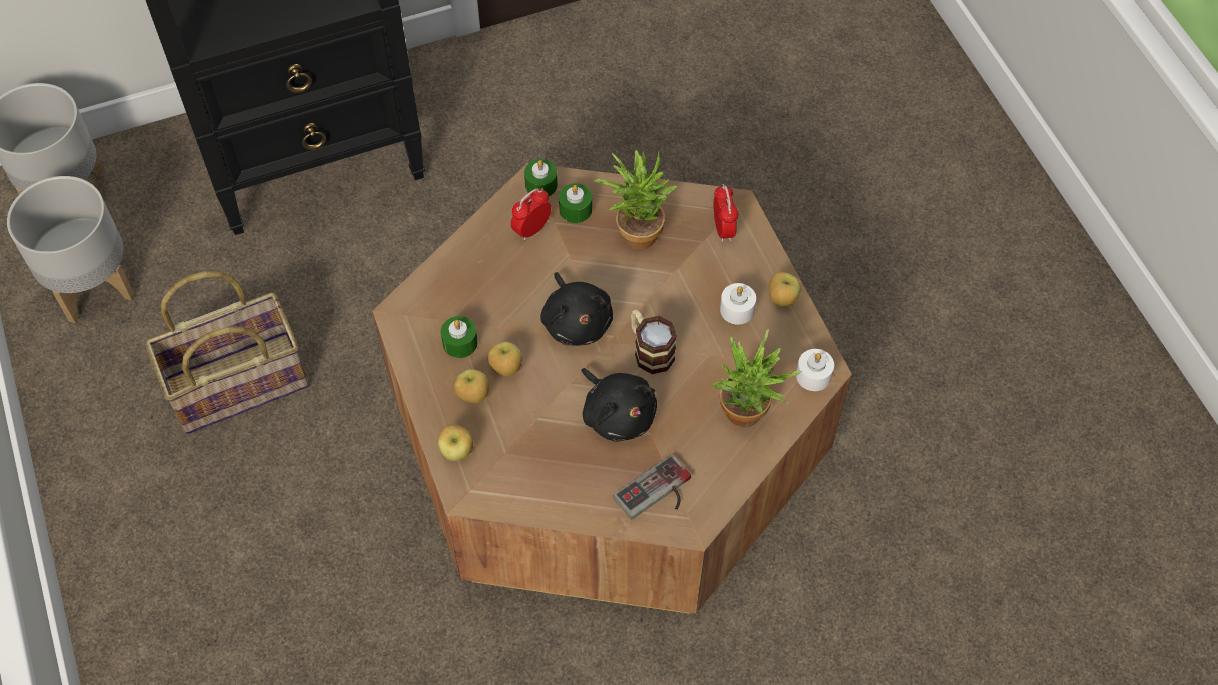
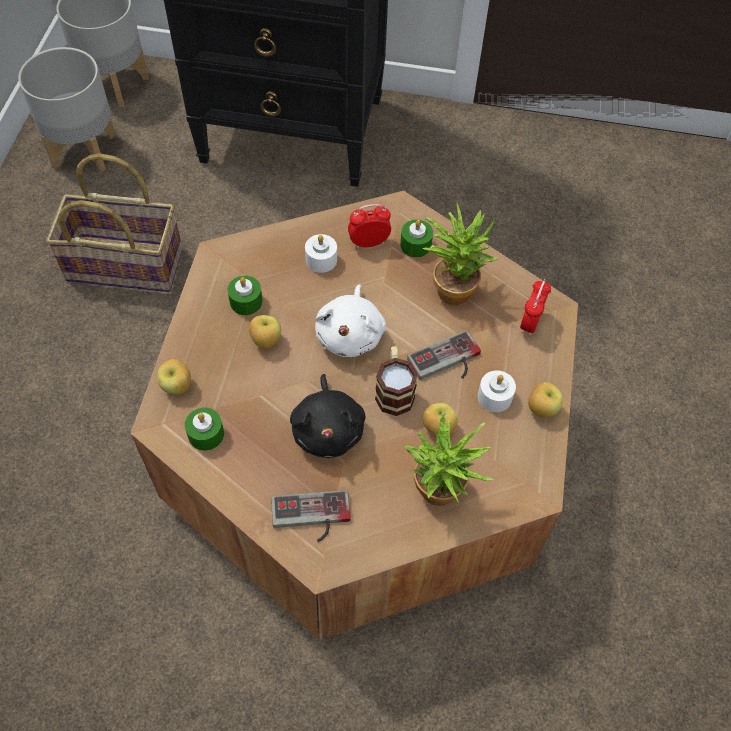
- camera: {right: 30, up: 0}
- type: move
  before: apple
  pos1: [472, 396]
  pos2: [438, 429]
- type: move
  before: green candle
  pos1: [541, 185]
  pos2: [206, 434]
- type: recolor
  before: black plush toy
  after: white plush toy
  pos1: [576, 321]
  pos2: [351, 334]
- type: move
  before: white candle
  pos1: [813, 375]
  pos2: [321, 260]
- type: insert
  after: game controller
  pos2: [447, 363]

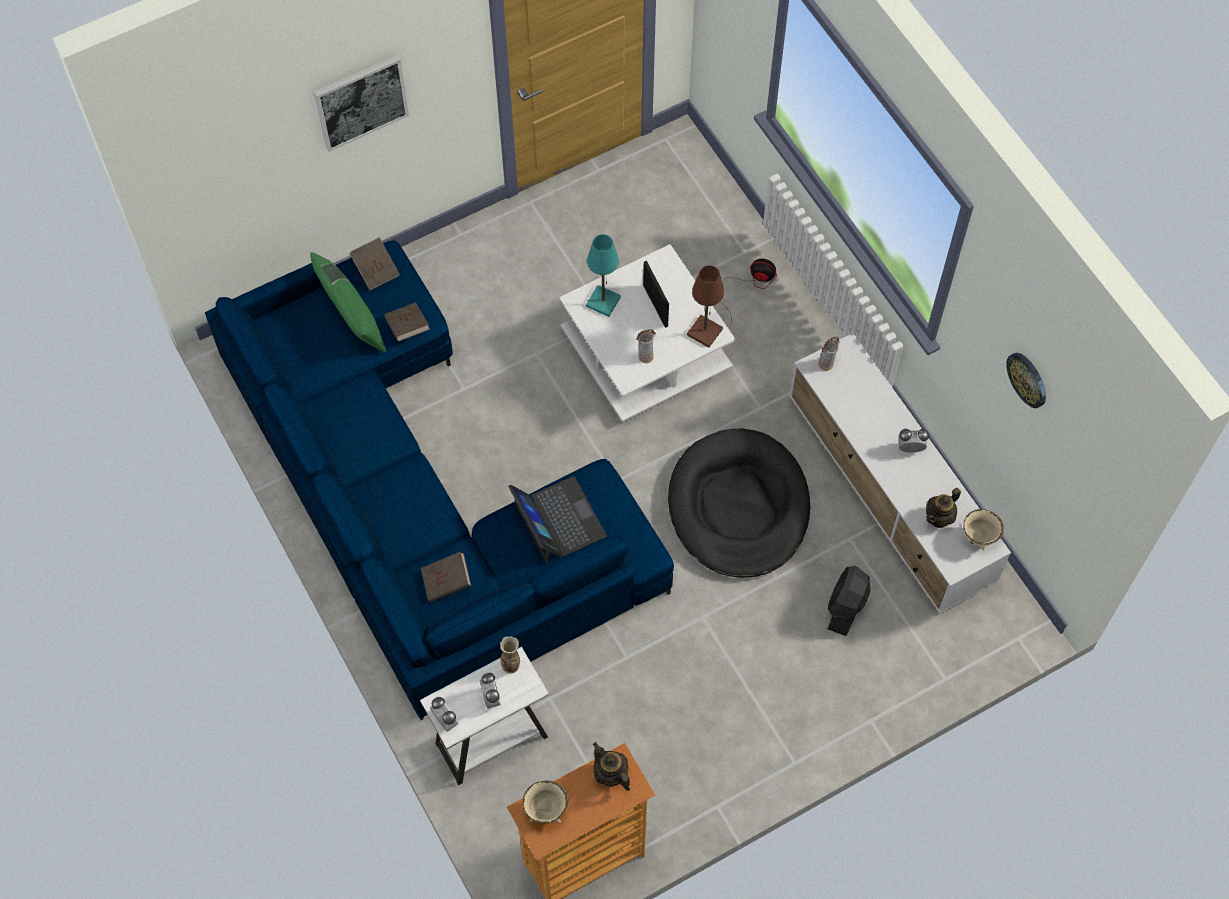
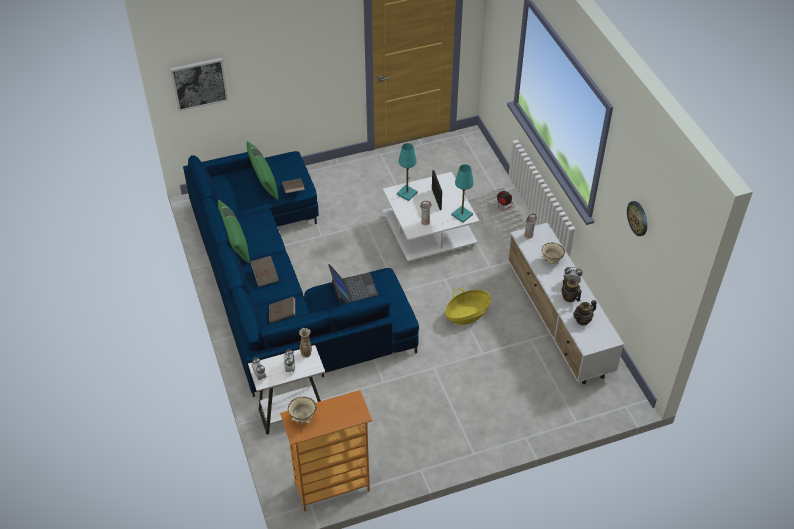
- camera: {right: 10, up: -15}
- type: move
  before: picture
  pos1: [361, 101]
  pos2: [199, 83]
- type: move
  before: brown book
  pos1: [376, 270]
  pos2: [265, 276]
- type: move
  before: teapot
  pos1: [611, 775]
  pos2: [569, 297]
- type: replace
  before: black dog bed
  after: basket
  pos1: [738, 507]
  pos2: [467, 314]
- type: recolor
  before: brown table lamp
  after: turquoise table lamp
  pos1: [705, 332]
  pos2: [462, 215]
- type: delete
  before: black fan
  pos1: [846, 607]
- type: move
  before: beige bowl
  pos1: [979, 538]
  pos2: [551, 261]
- type: insert
  after: green pillow
  pos2: [235, 242]

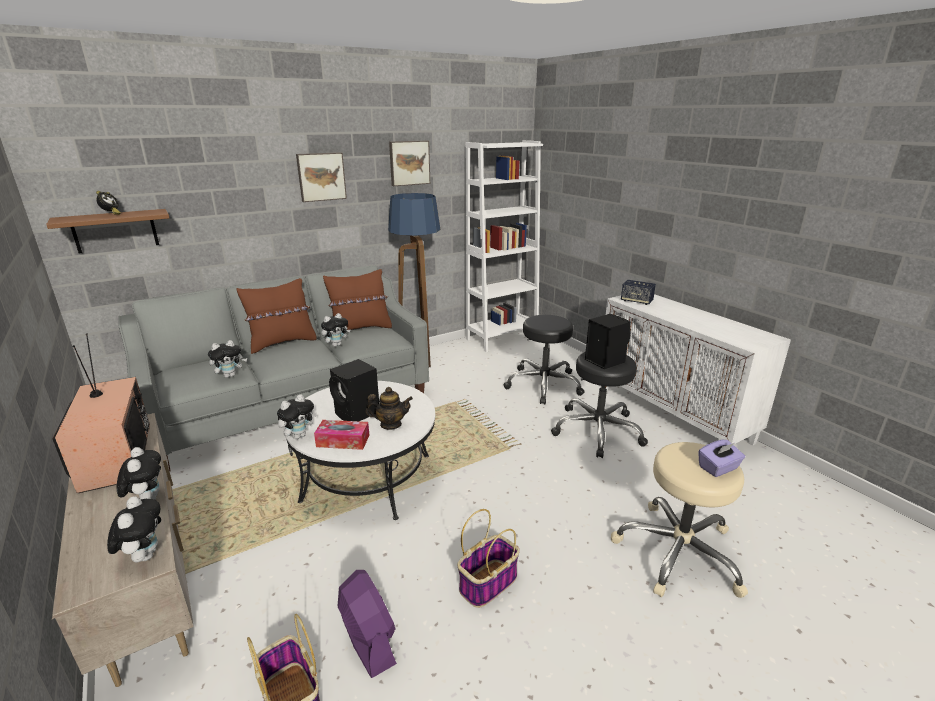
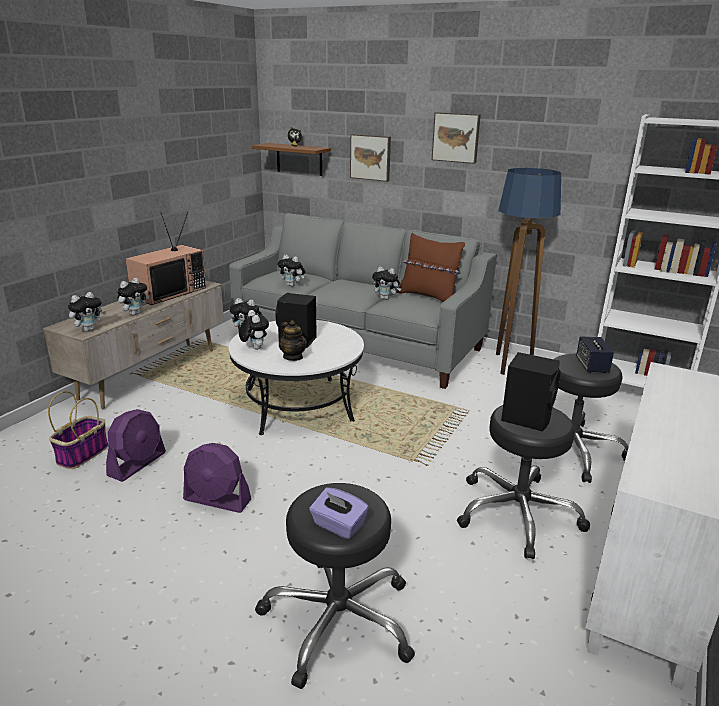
- camera: {right: 60, up: 0}
- type: delete
  before: brown pillow
  pos1: [282, 343]
- type: replace
  before: tissue box
  after: plush toy
  pos1: [343, 441]
  pos2: [254, 348]
- type: move
  before: picture
  pos1: [409, 163]
  pos2: [371, 157]
- type: replace
  before: basket
  after: purple fan
  pos1: [488, 582]
  pos2: [217, 500]
- type: recolor
  before: beige stool
  after: black stool
  pos1: [678, 552]
  pos2: [338, 619]
- type: move
  before: speaker
  pos1: [636, 301]
  pos2: [592, 366]

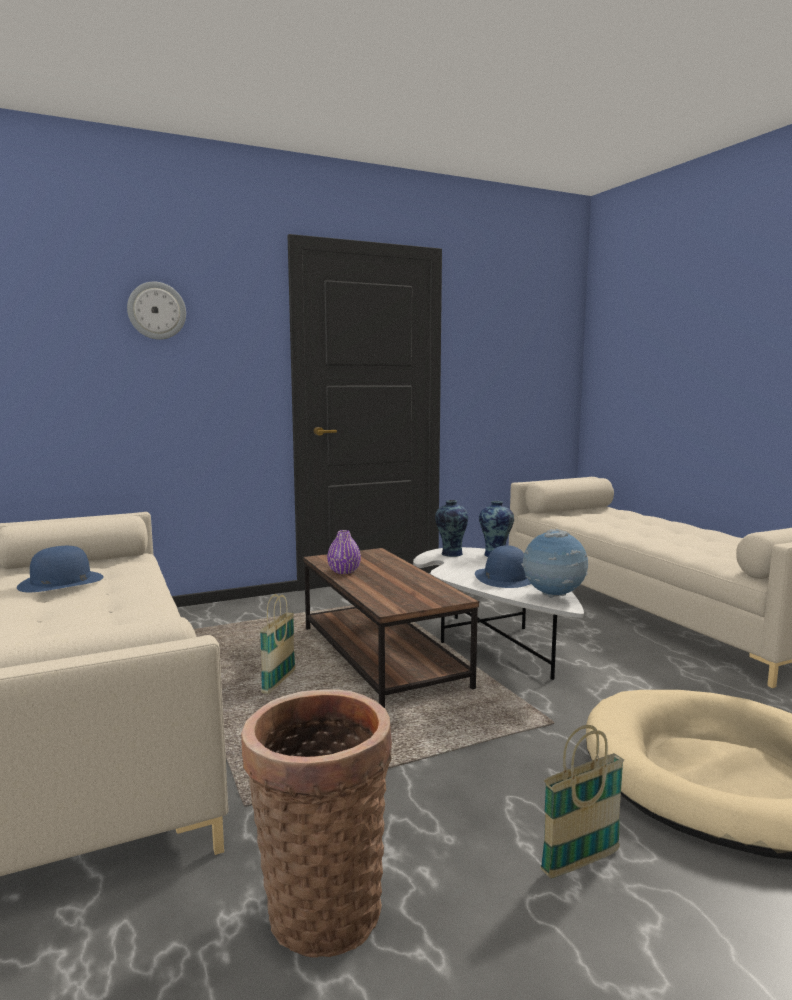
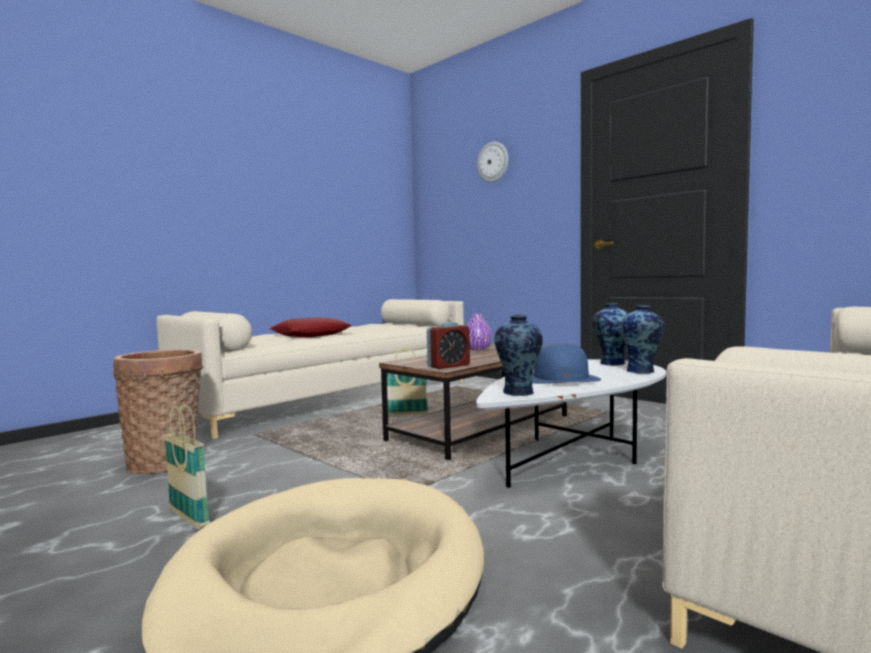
- camera: {right: 70, up: -5}
- type: delete
  before: blue hat
  pos1: [60, 582]
- type: replace
  before: globe
  after: vase
  pos1: [553, 597]
  pos2: [518, 393]
- type: insert
  after: red pillow
  pos2: [311, 335]
- type: insert
  after: alarm clock
  pos2: [448, 366]

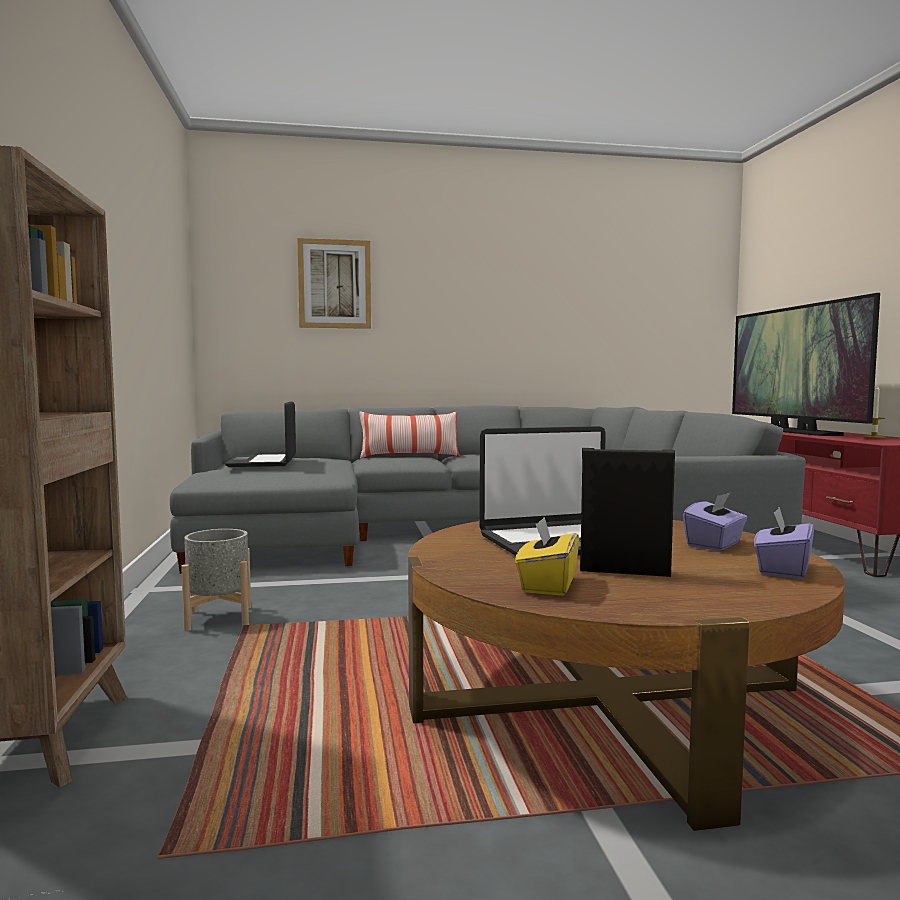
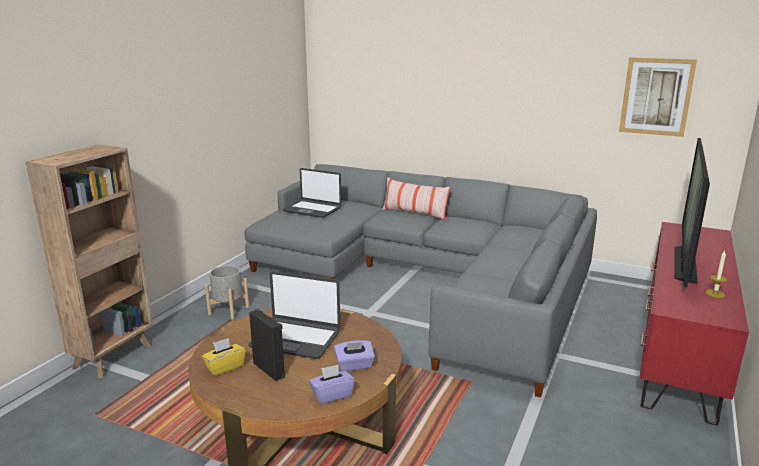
- camera: {right: 35, up: 15}
- type: rotate
  before: laptop
  pos1: [264, 462]
  pos2: [312, 209]
  turn: -90
- type: move
  before: picture
  pos1: [334, 284]
  pos2: [656, 96]

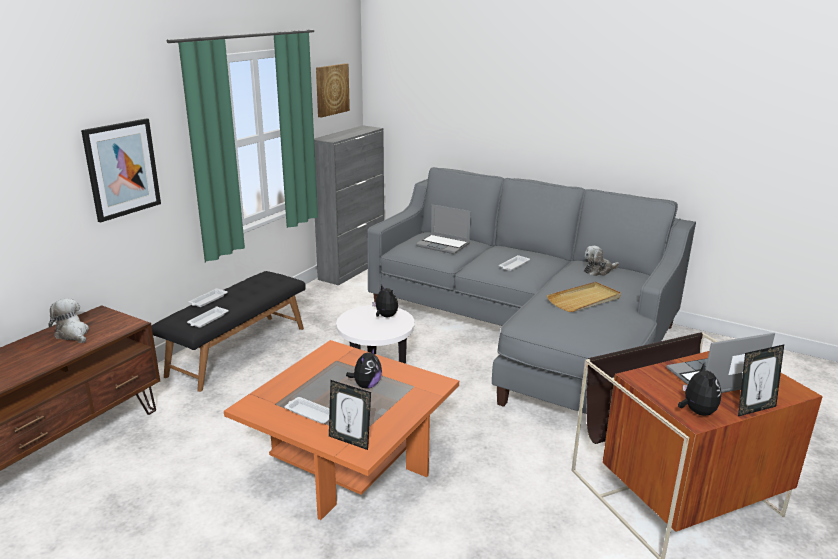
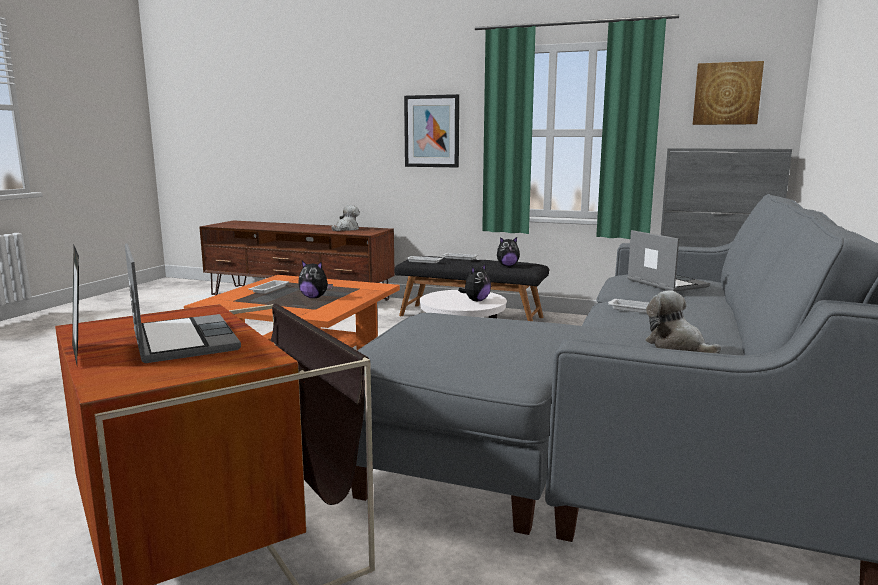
- camera: {right: 80, up: -10}
- type: delete
  before: picture frame
  pos1: [350, 441]
- type: rotate
  before: laptop
  pos1: [443, 245]
  pos2: [665, 283]
  turn: 135
- type: delete
  before: beige tray
  pos1: [584, 300]
- type: move
  before: plush toy
  pos1: [696, 412]
  pos2: [507, 265]

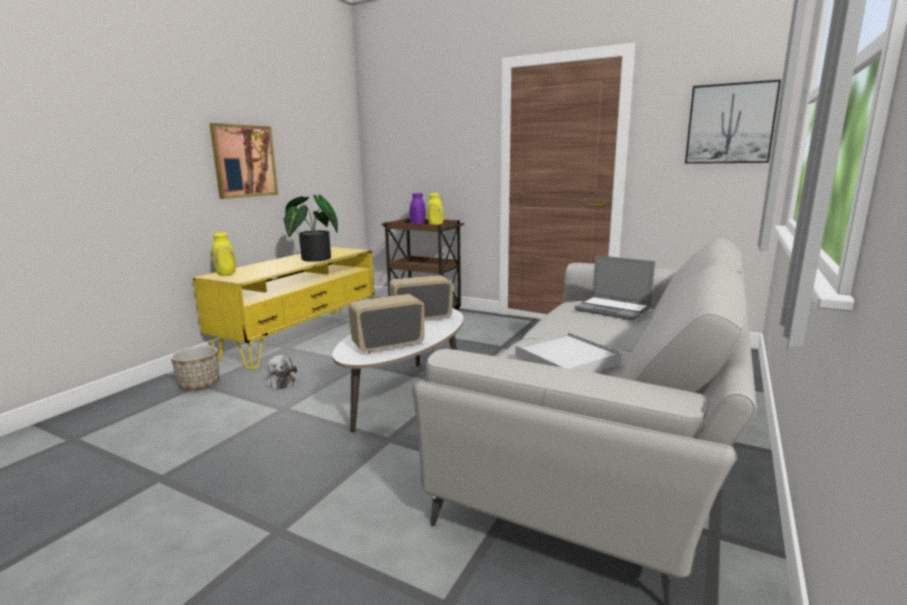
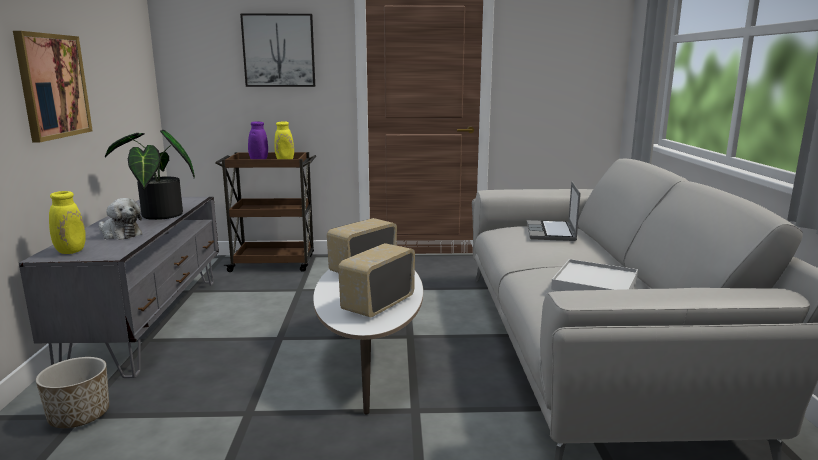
- camera: {right: -30, up: 0}
- type: recolor
  before: yellow tv stand
  after: grey tv stand
  pos1: [301, 336]
  pos2: [149, 321]
- type: move
  before: plush toy
  pos1: [280, 382]
  pos2: [120, 234]
- type: rotate
  before: laptop
  pos1: [614, 309]
  pos2: [551, 232]
  turn: 90
- type: move
  before: picture
  pos1: [730, 124]
  pos2: [279, 50]

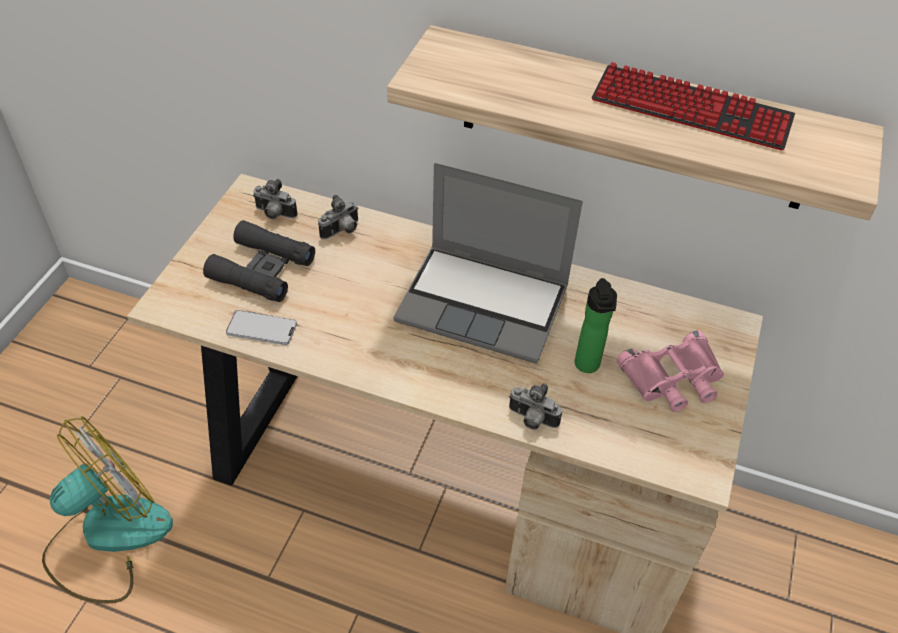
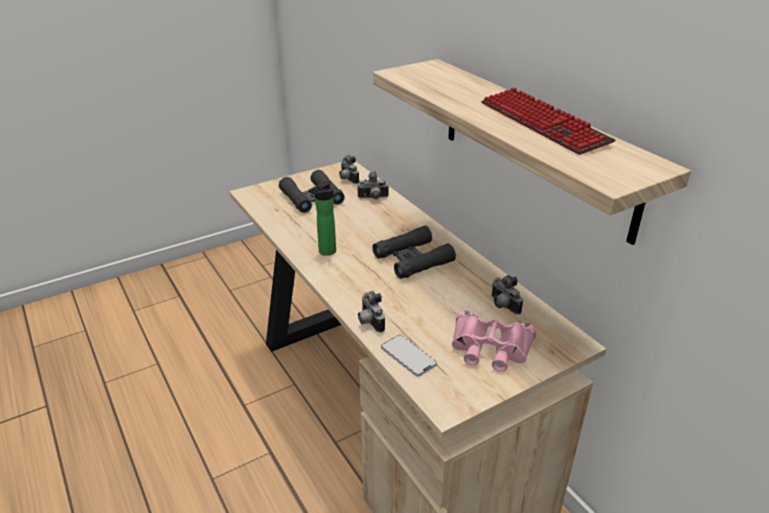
- camera: {right: 40, up: -15}
- type: delete
  before: fan
  pos1: [107, 537]
- type: move
  before: phone
  pos1: [262, 329]
  pos2: [408, 356]
- type: replace
  before: laptop
  after: black binoculars
  pos1: [485, 303]
  pos2: [413, 259]
- type: move
  before: bottle
  pos1: [587, 367]
  pos2: [325, 252]
- type: insert
  after: photo camera
  pos2: [502, 306]

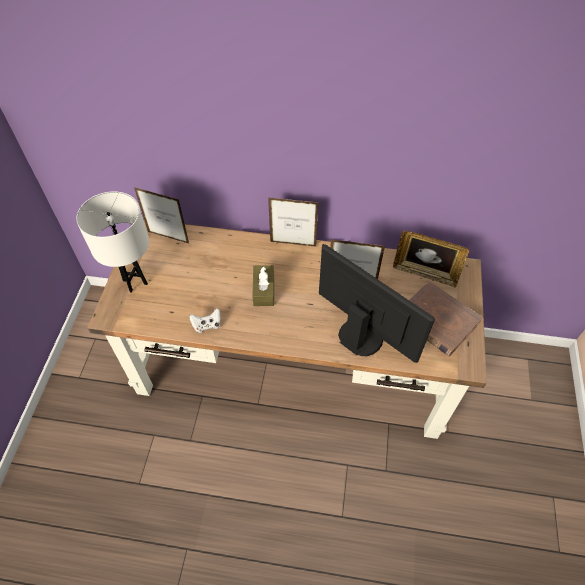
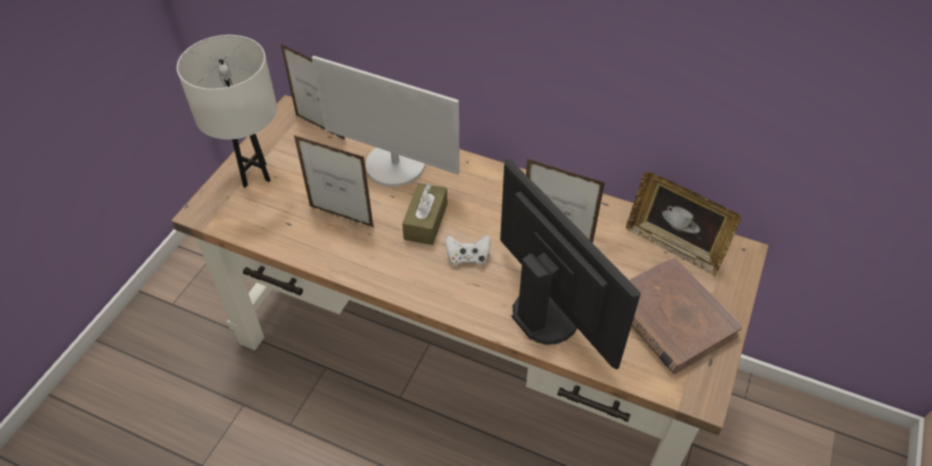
- camera: {right: 15, up: -5}
- type: move
  before: white game controller
  pos1: [207, 325]
  pos2: [468, 258]
- type: move
  before: picture frame
  pos1: [293, 244]
  pos2: [341, 216]
- type: insert
  after: monitor
  pos2: [395, 165]

